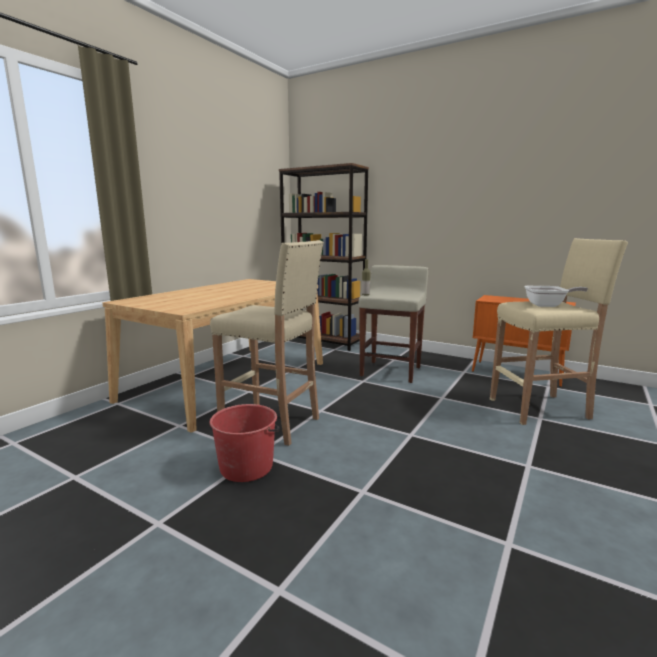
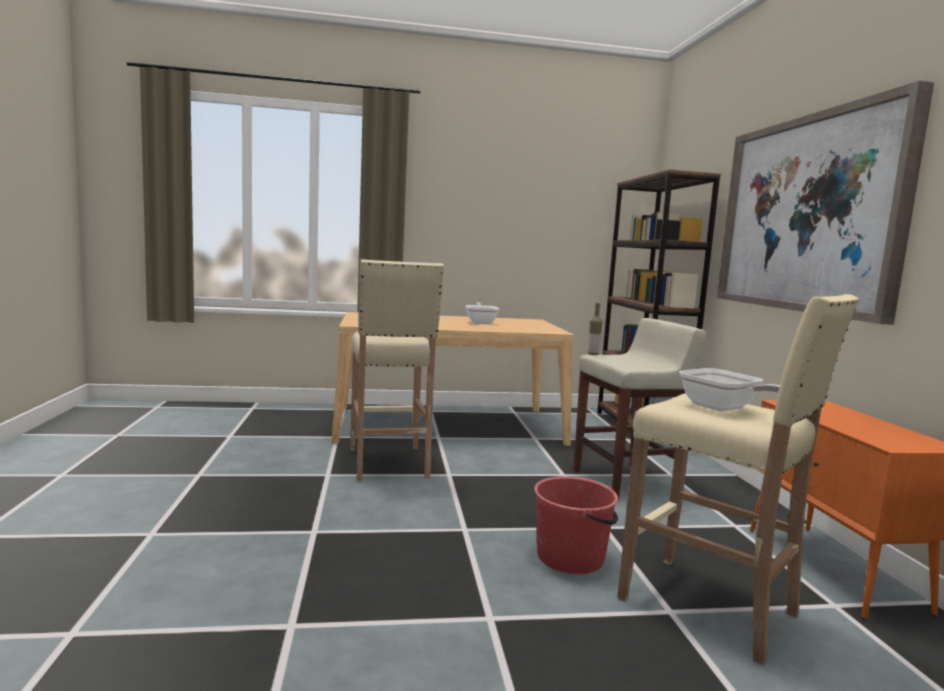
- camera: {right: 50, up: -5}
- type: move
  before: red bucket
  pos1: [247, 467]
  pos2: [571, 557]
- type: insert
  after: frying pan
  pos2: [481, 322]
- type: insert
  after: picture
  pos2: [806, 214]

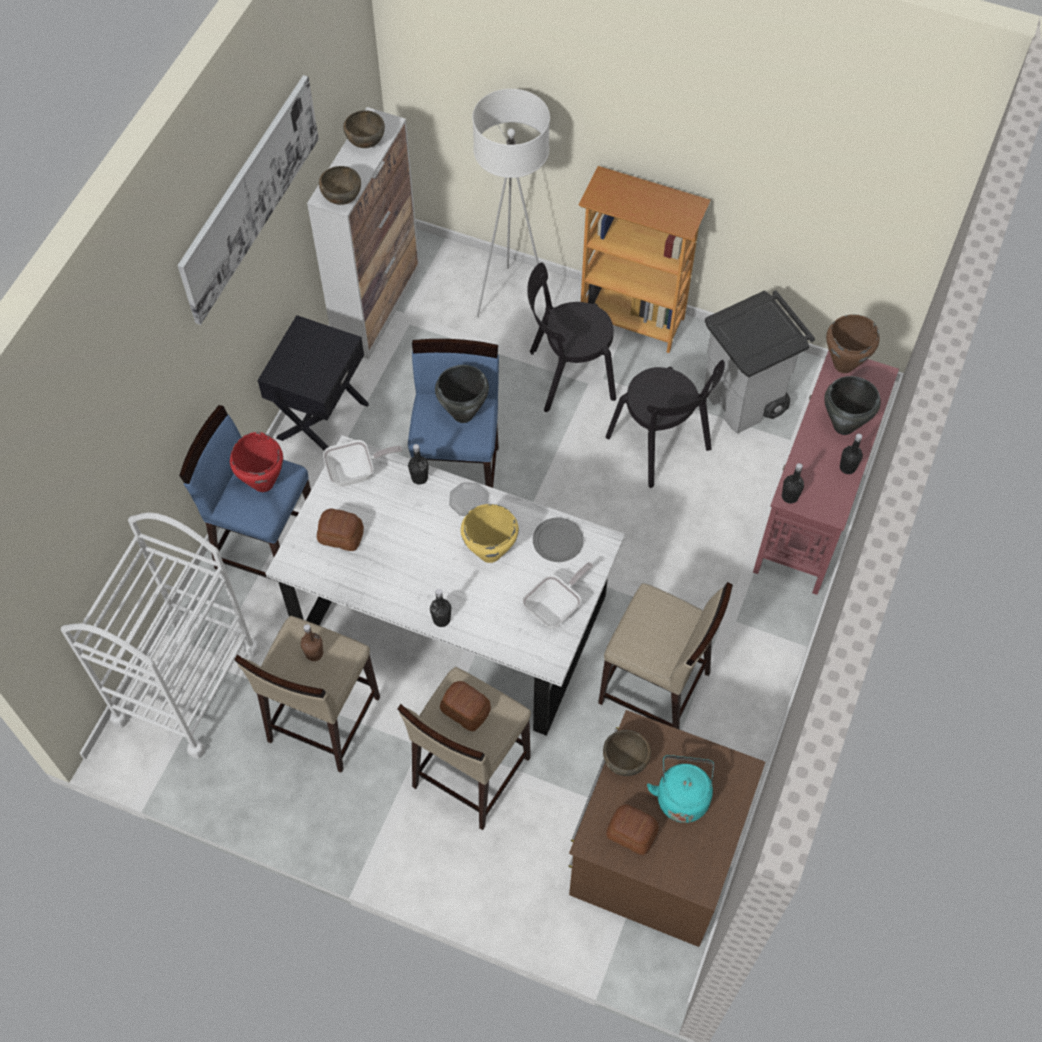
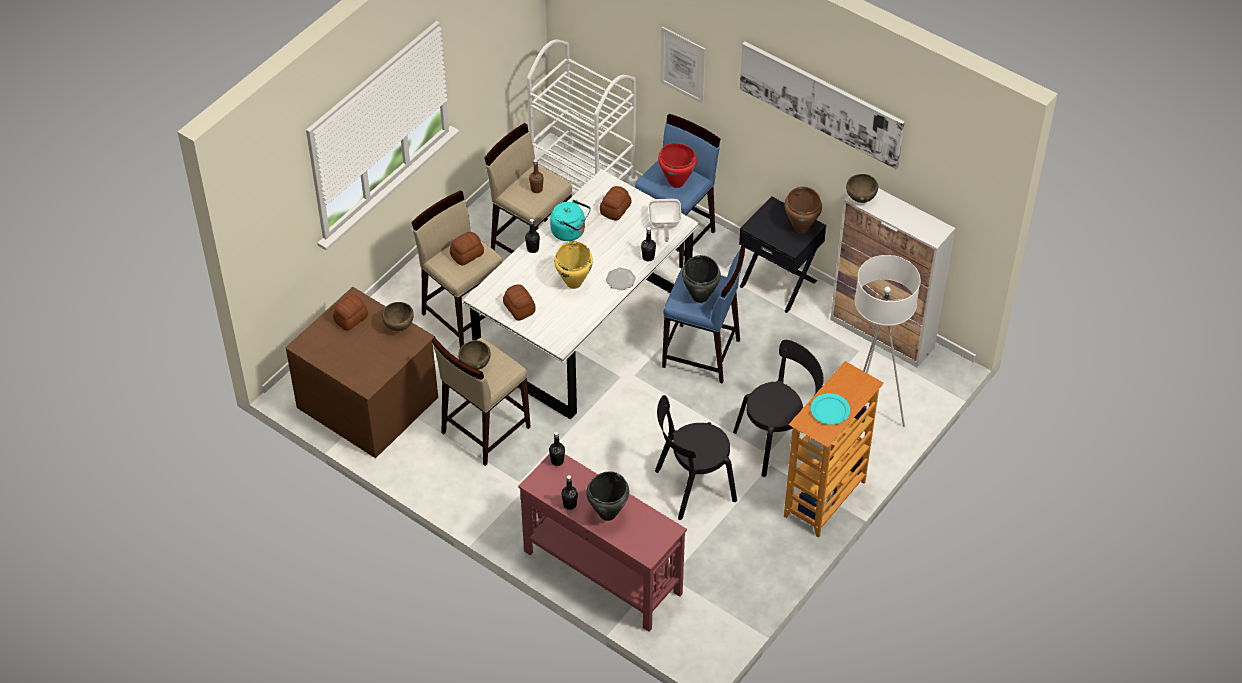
- camera: {right: 105, up: -10}
- type: move
  before: brown bowl
  pos1: [365, 143]
  pos2: [475, 365]
- type: replace
  before: frying pan
  after: bread
  pos1: [556, 607]
  pos2: [519, 309]
- type: rotate
  before: black chair
  pos1: [567, 376]
  pos2: [779, 442]
  turn: 60
- type: delete
  before: grey plate
  pos1: [558, 541]
- type: move
  before: turquoise kettle
  pos1: [682, 796]
  pos2: [570, 232]
- type: delete
  before: grey trash can
  pos1: [745, 401]
- type: move
  before: brown cooking pot
  pos1: [843, 365]
  pos2: [801, 227]
- type: insert
  after: picture
  pos2: [683, 65]
- type: insert
  after: turquoise plate
  pos2: [830, 410]

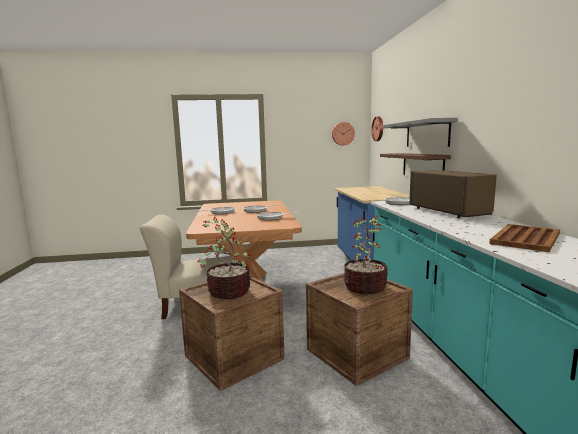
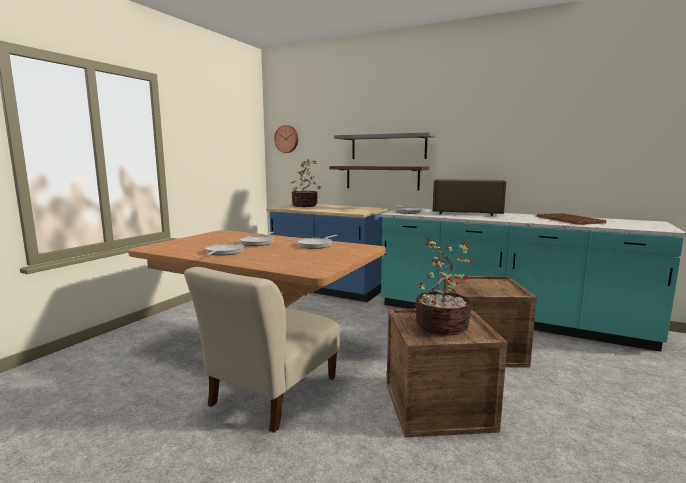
- camera: {right: -55, up: 0}
- type: delete
  before: wall clock
  pos1: [342, 133]
- type: move
  before: potted plant
  pos1: [365, 287]
  pos2: [305, 205]

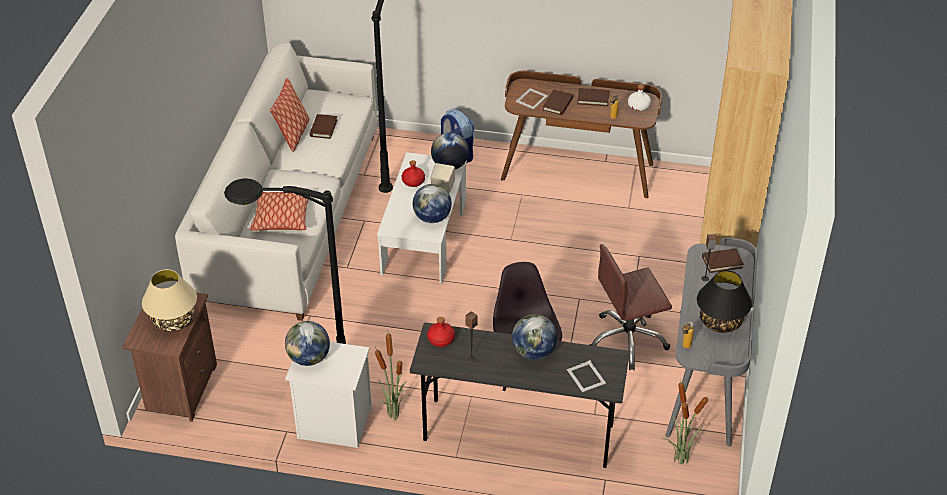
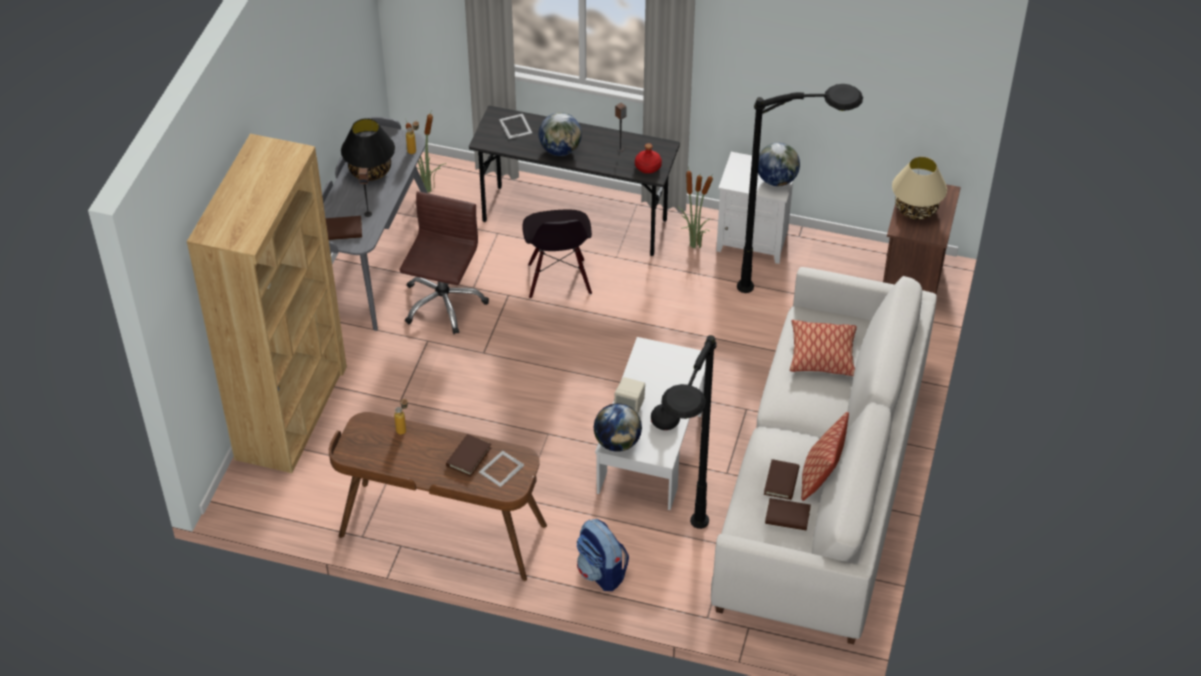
- camera: {right: -175, up: 5}
- type: recolor
  before: red bottle
  after: black bottle
  pos1: [413, 181]
  pos2: [664, 422]
- type: delete
  before: globe
  pos1: [432, 218]
- type: move
  before: brown book
  pos1: [593, 98]
  pos2: [787, 516]
- type: rotate
  before: brown office chair
  pos1: [627, 340]
  pos2: [443, 303]
  turn: -60
- type: delete
  before: white bottle
  pos1: [638, 106]

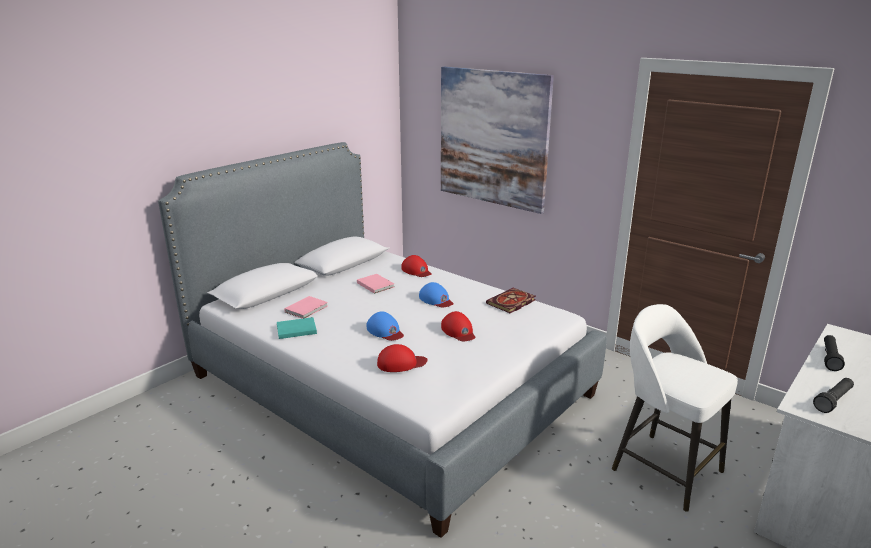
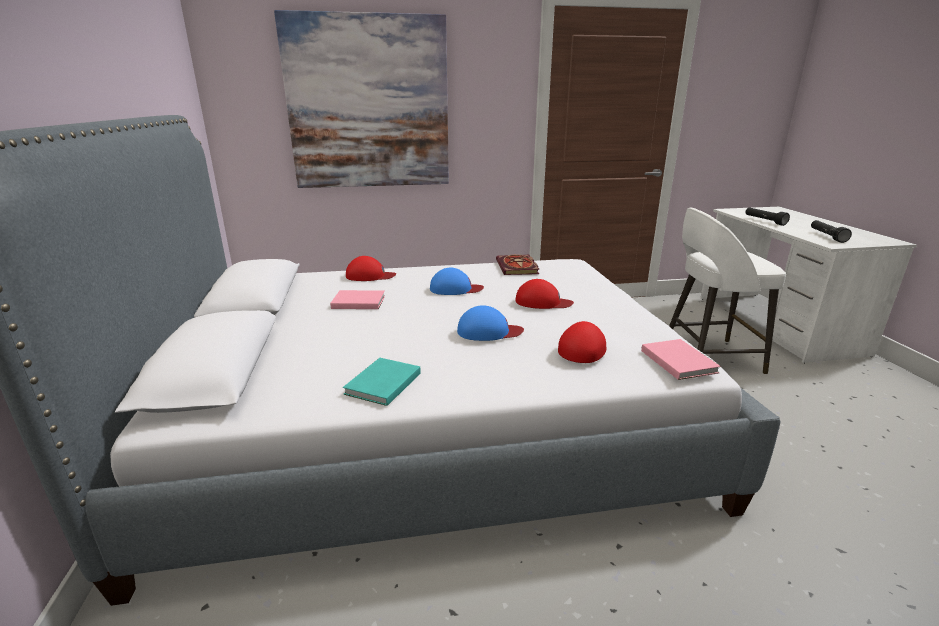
- camera: {right: -50, up: 0}
- type: move
  before: pink book
  pos1: [307, 309]
  pos2: [678, 360]

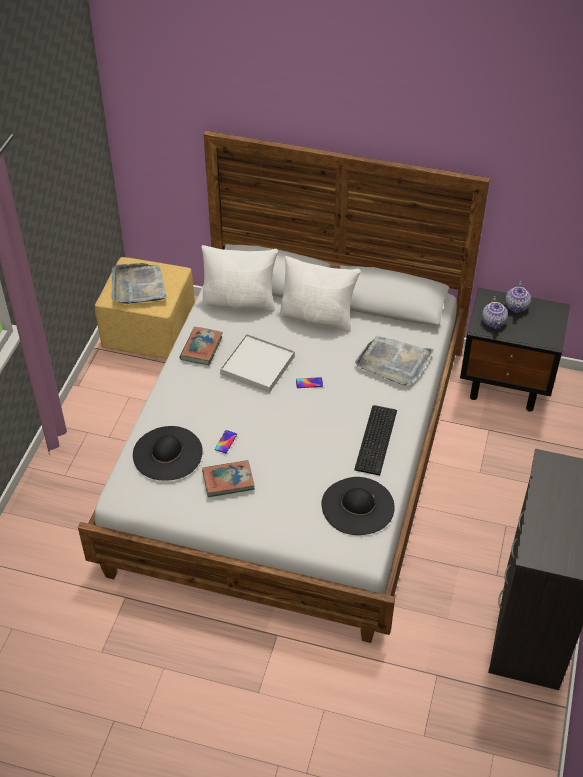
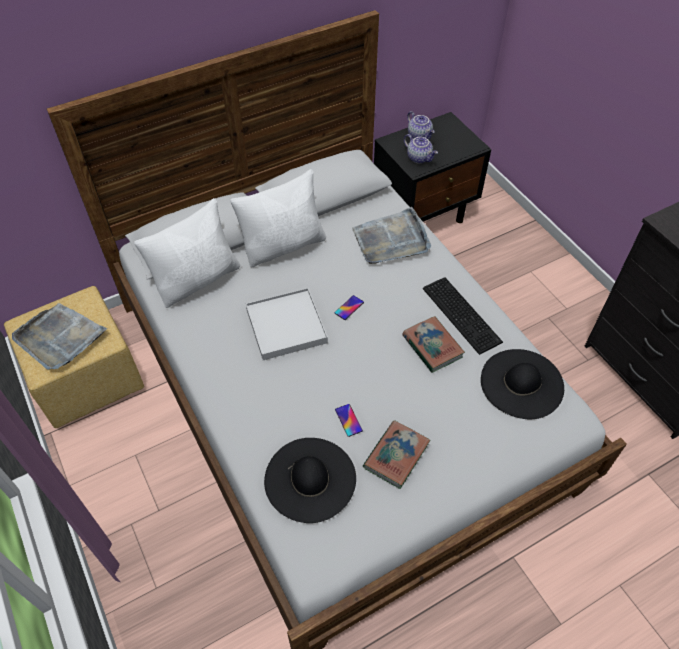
- camera: {right: -45, up: 5}
- type: move
  before: book
  pos1: [201, 348]
  pos2: [432, 346]

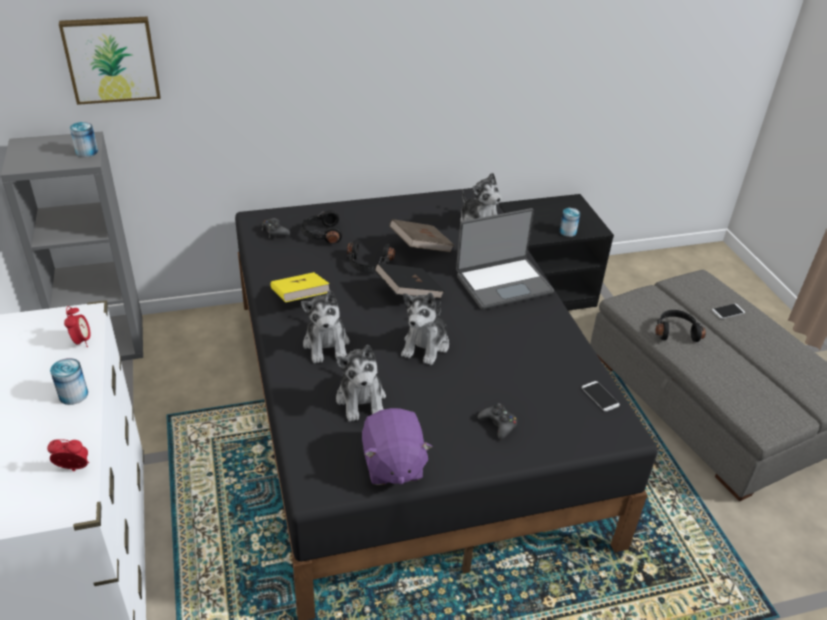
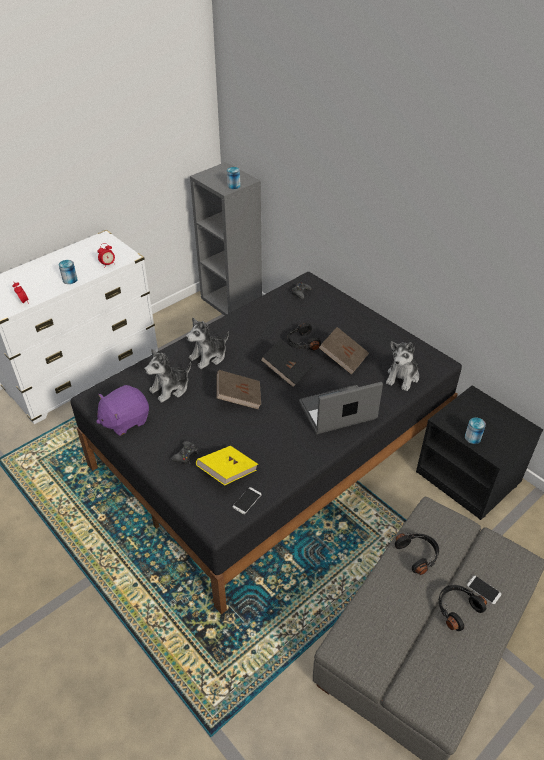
- camera: {right: 65, up: 5}
- type: delete
  before: picture
  pos1: [111, 59]
- type: move
  before: yellow book
  pos1: [300, 299]
  pos2: [227, 473]
- type: move
  before: black headphones
  pos1: [321, 234]
  pos2: [457, 608]
- type: replace
  before: plush toy
  after: brown book
  pos1: [426, 345]
  pos2: [239, 397]
- type: rotate
  before: laptop
  pos1: [503, 283]
  pos2: [338, 412]
  turn: 120

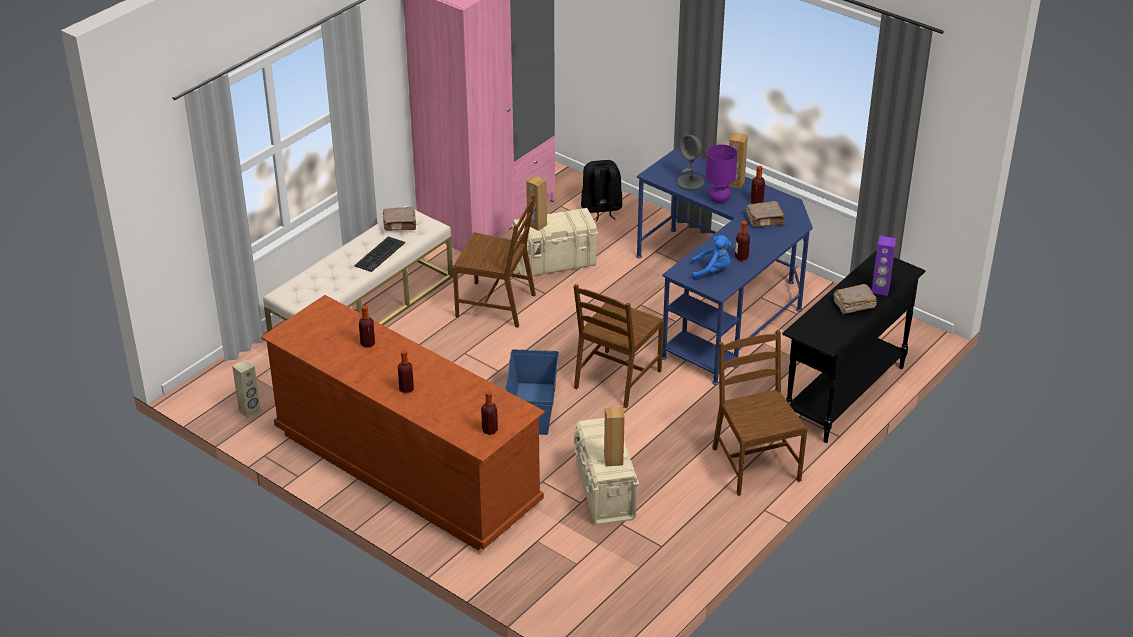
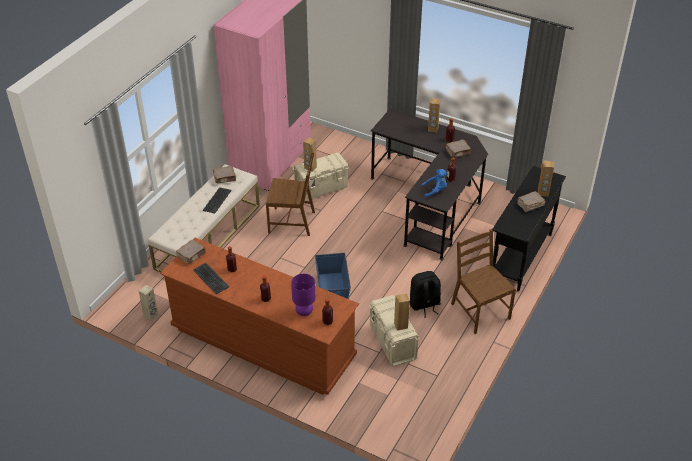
- camera: {right: -10, up: 5}
- type: delete
  before: brown chair
  pos1: [617, 379]
- type: move
  before: black backpack
  pos1: [601, 209]
  pos2: [424, 305]
- type: recolor
  before: blue desk
  after: black desk
  pos1: [722, 300]
  pos2: [431, 202]
- type: delete
  before: grey table lamp
  pos1: [691, 183]
- type: move
  before: purple table lamp
  pos1: [719, 199]
  pos2: [304, 311]
- type: recolor
  before: purple speaker
  after: brown speaker
  pos1: [880, 290]
  pos2: [543, 193]
- type: insert
  after: brown book
  pos2: [191, 255]
- type: insert
  after: keyboard
  pos2: [210, 278]

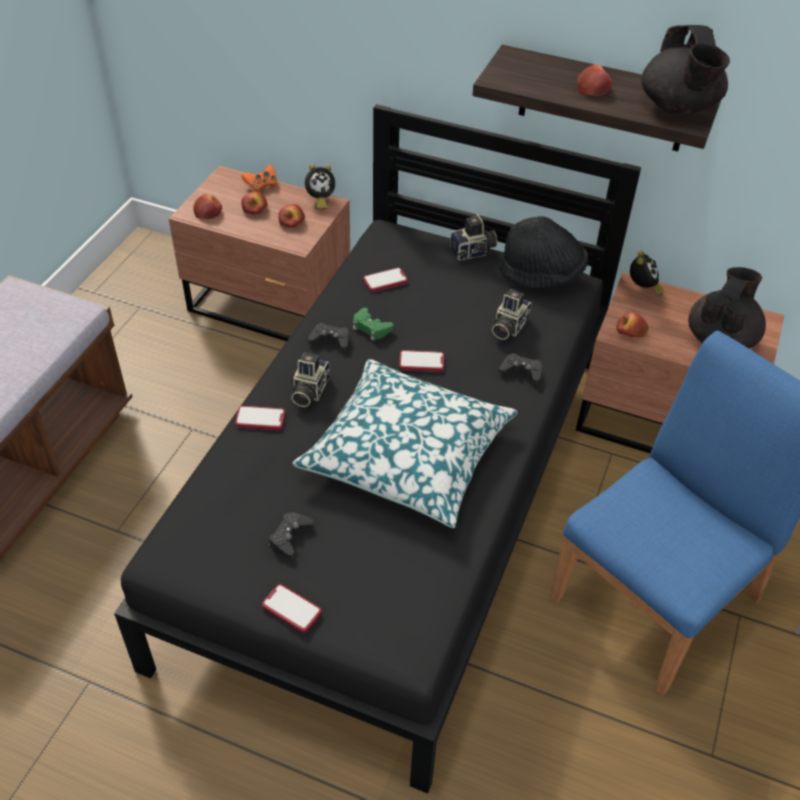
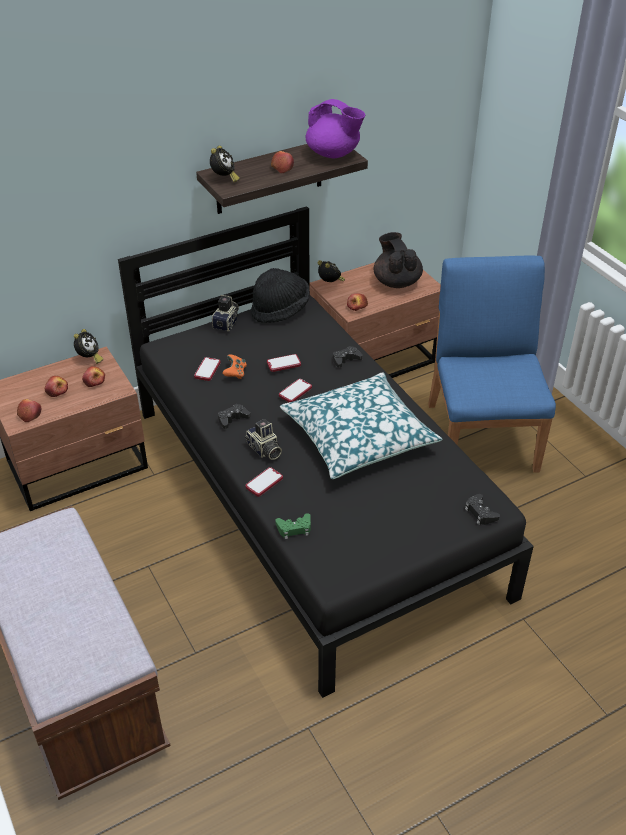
- camera: {right: -50, up: -5}
- type: move
  before: orange game controller
  pos1: [261, 185]
  pos2: [235, 373]
- type: move
  before: phone
  pos1: [291, 609]
  pos2: [283, 364]
- type: move
  before: black game controller
  pos1: [290, 538]
  pos2: [480, 513]
- type: move
  before: green game controller
  pos1: [371, 328]
  pos2: [294, 529]
- type: delete
  before: photo camera
  pos1: [507, 326]
- type: recolor
  before: black teapot
  after: purple teapot
  pos1: [678, 108]
  pos2: [333, 154]
- type: insert
  after: alarm clock
  pos2: [224, 179]

